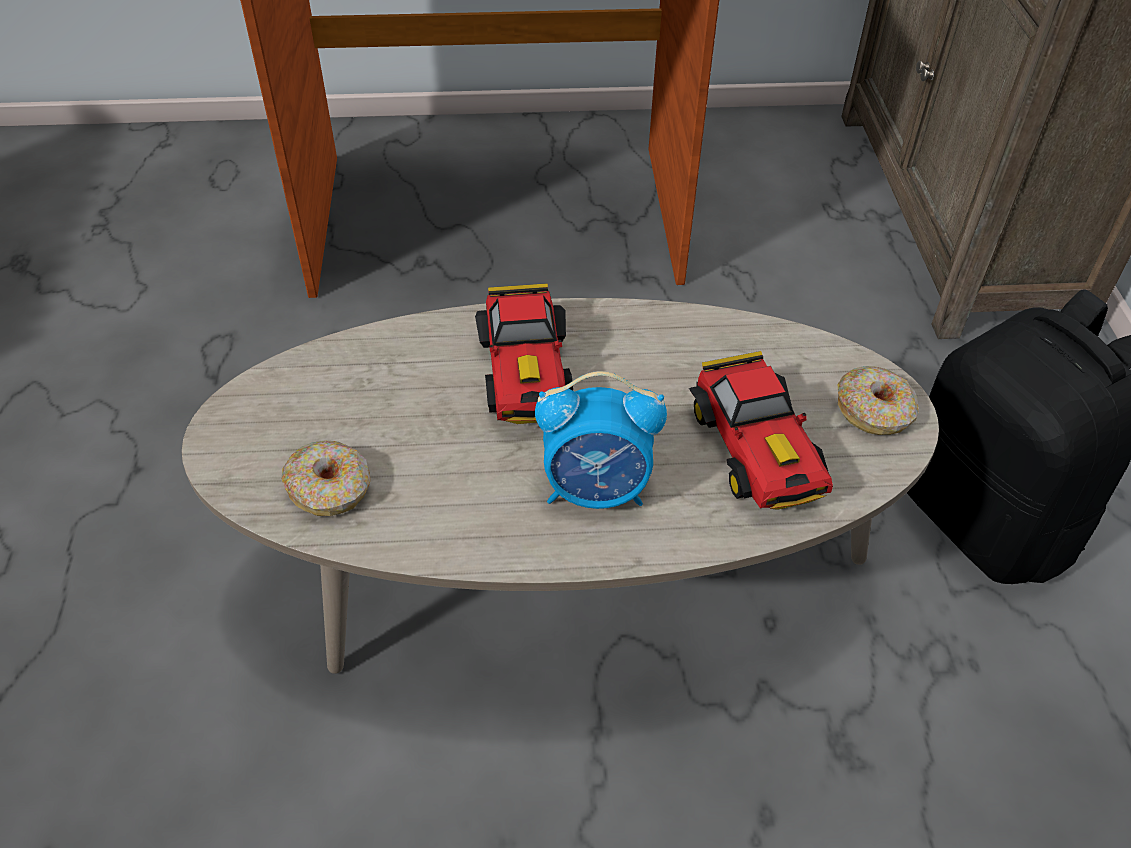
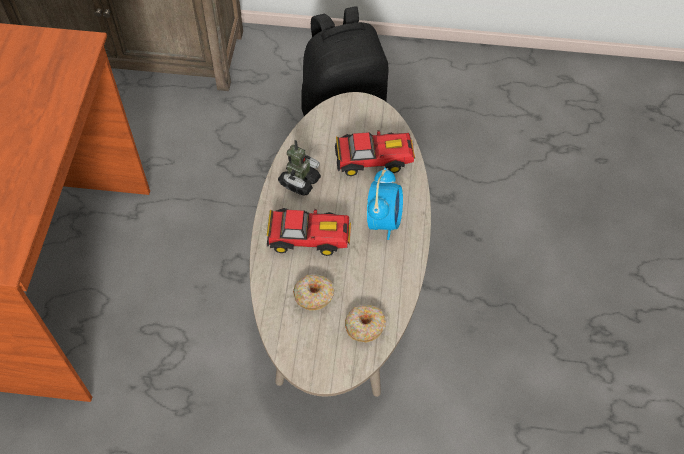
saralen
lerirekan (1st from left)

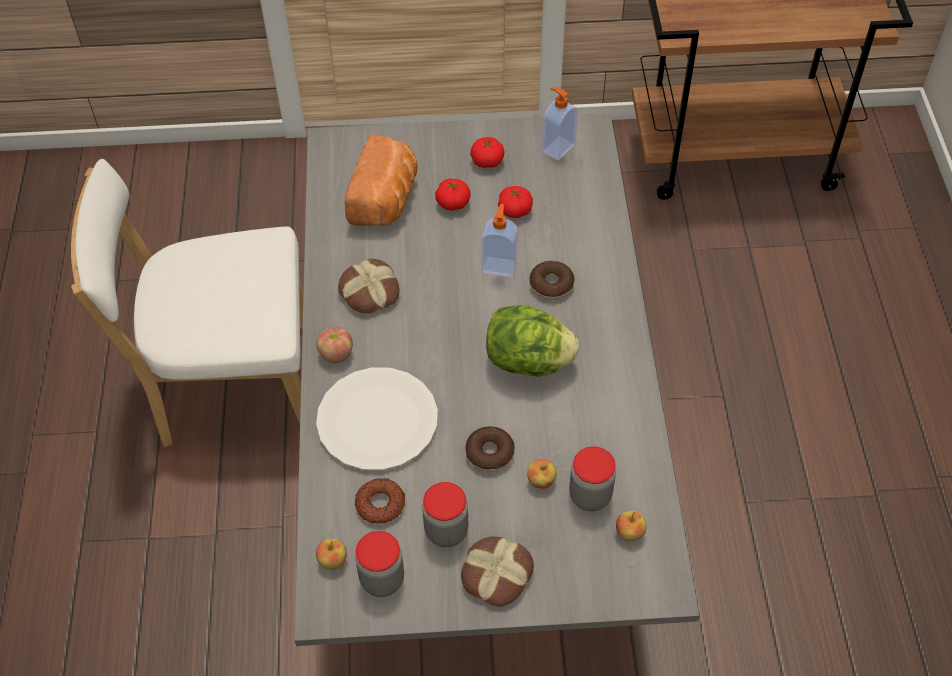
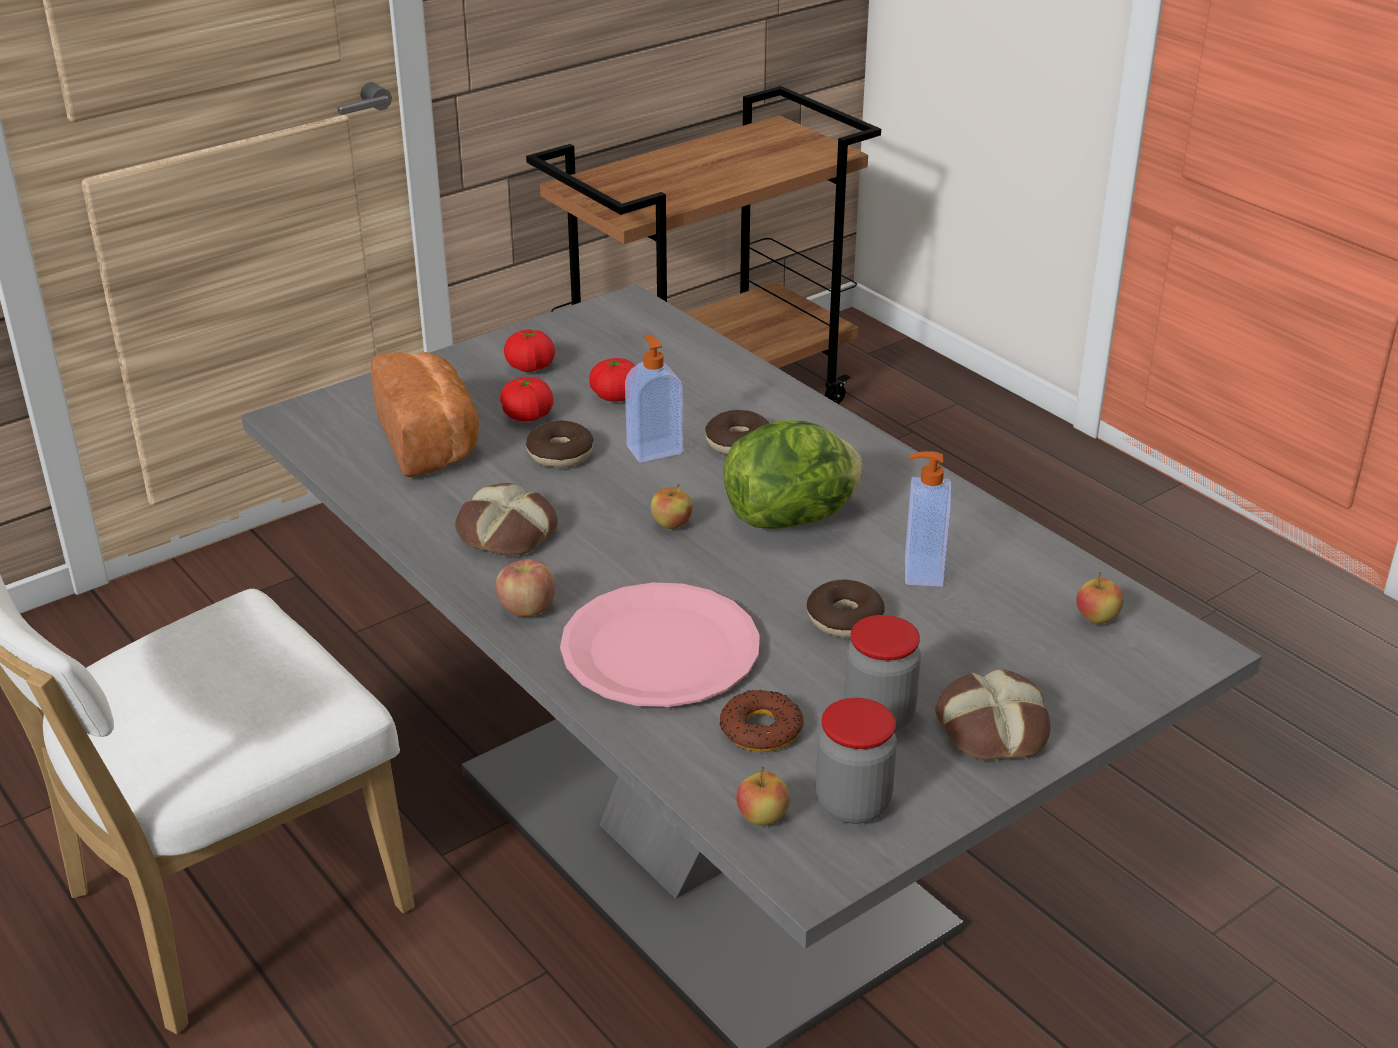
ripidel (3rd from left in the first image)
lerirekan (1st from left)
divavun (2nd from left)
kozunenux (2nd from left)
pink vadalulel

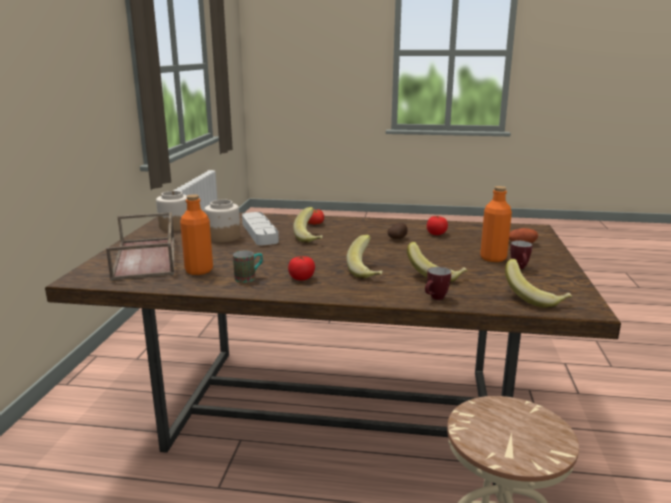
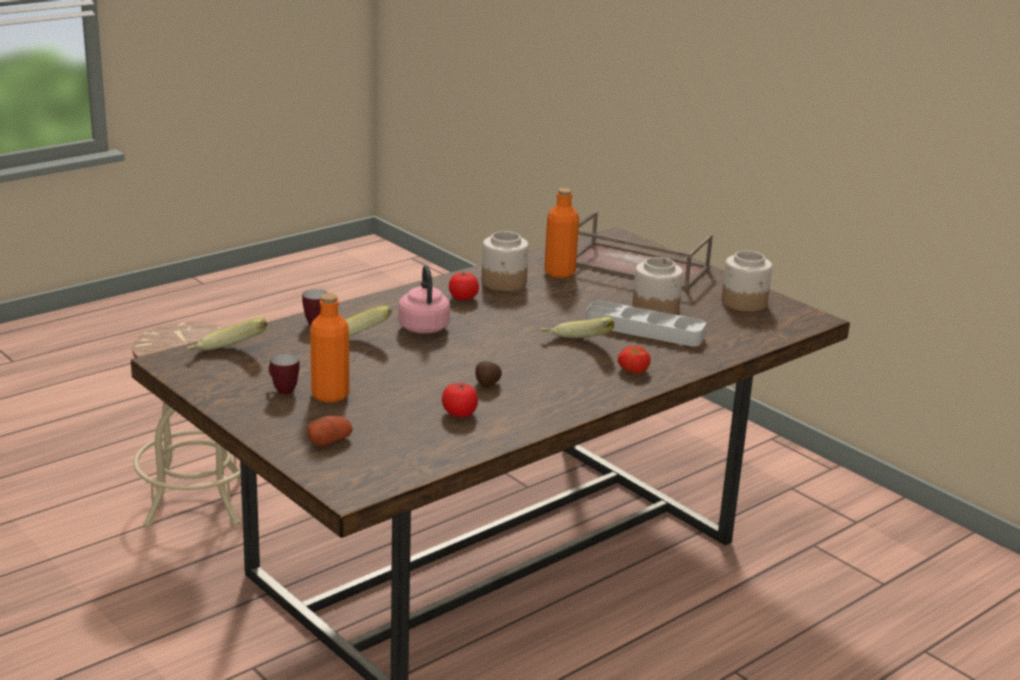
ripidel (1st from left)
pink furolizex

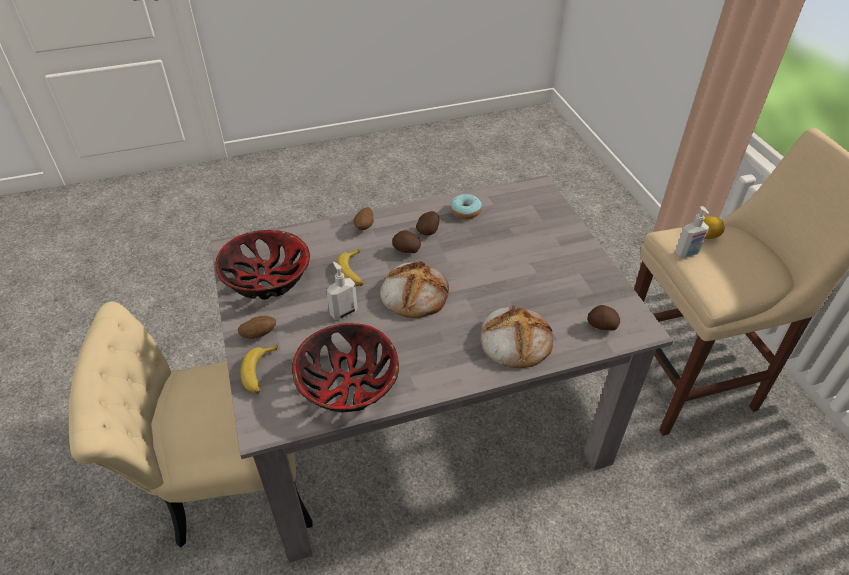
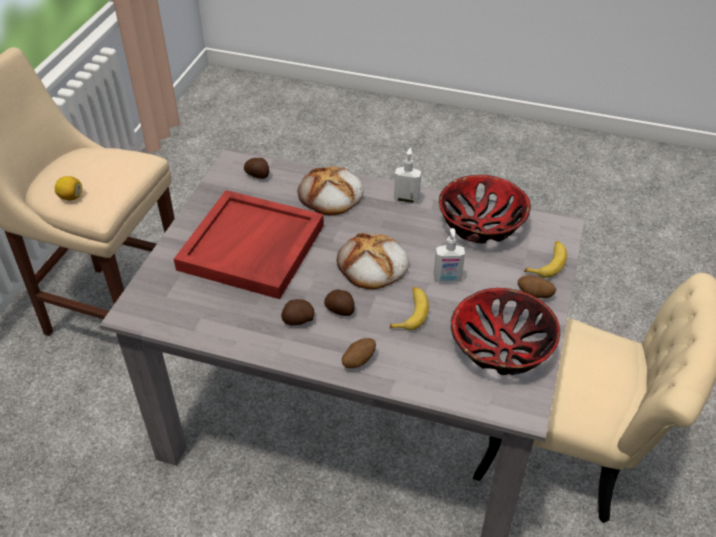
lerirekan
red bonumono
kozunenux (1st from left)

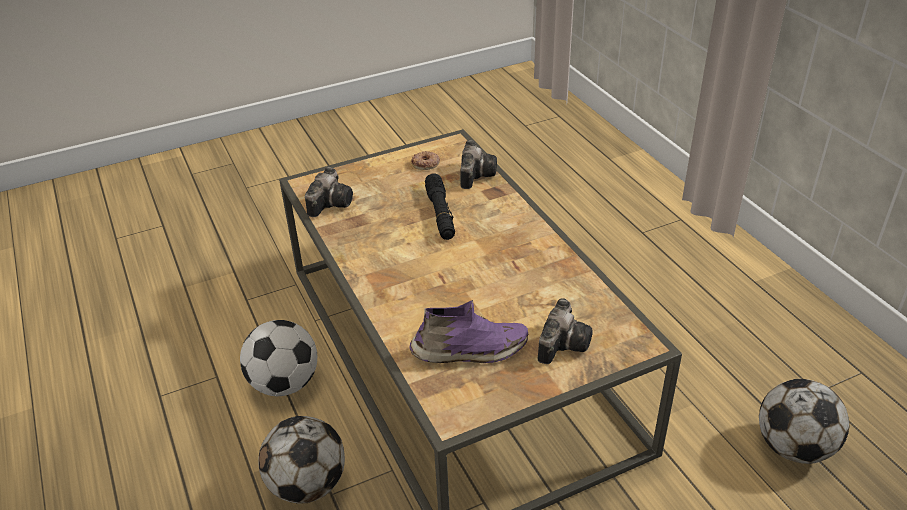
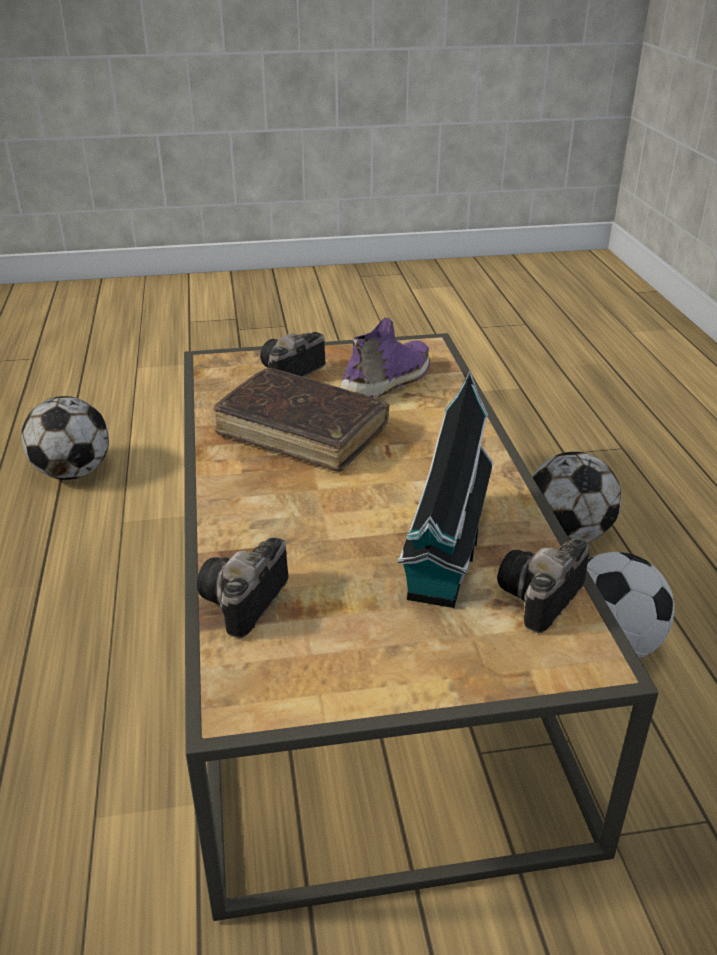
lerirekan
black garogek
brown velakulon
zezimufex
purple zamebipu

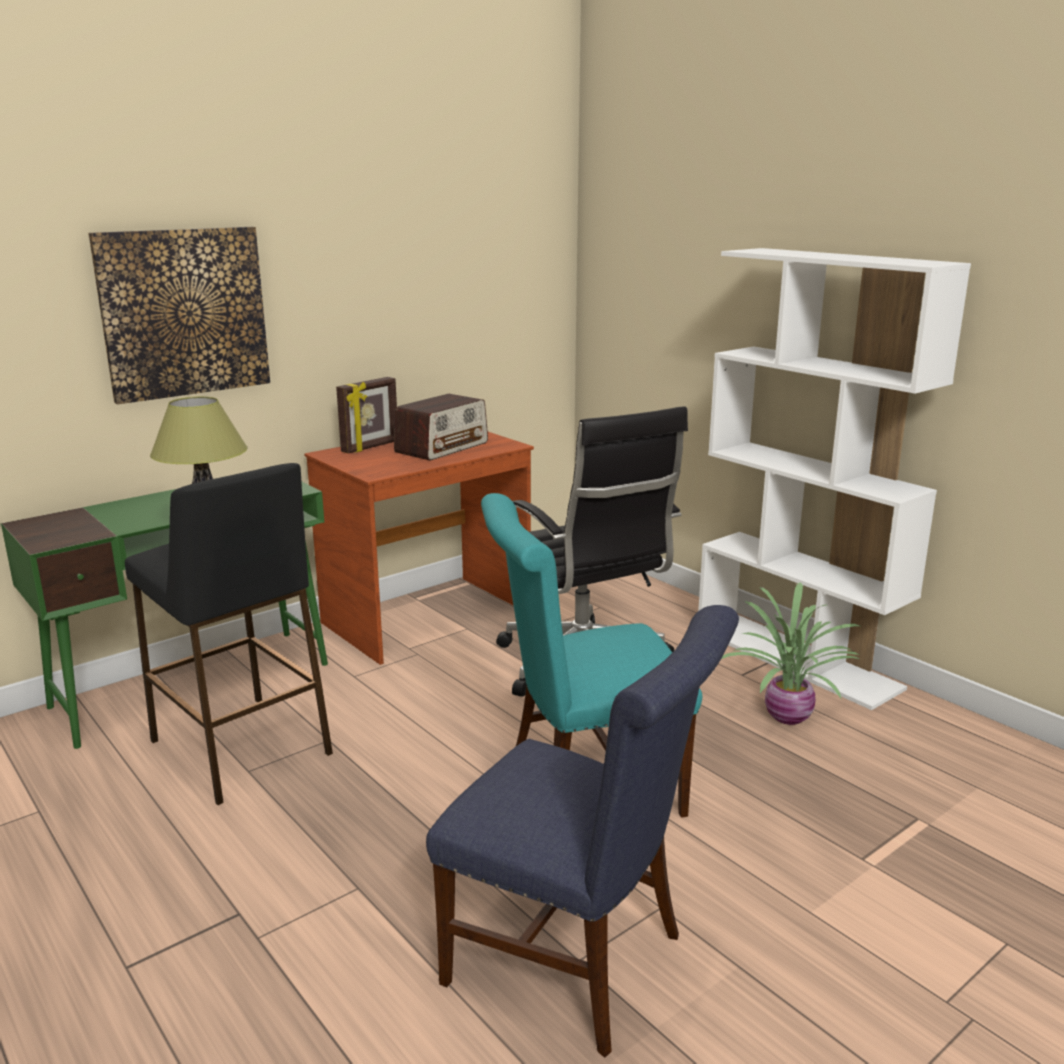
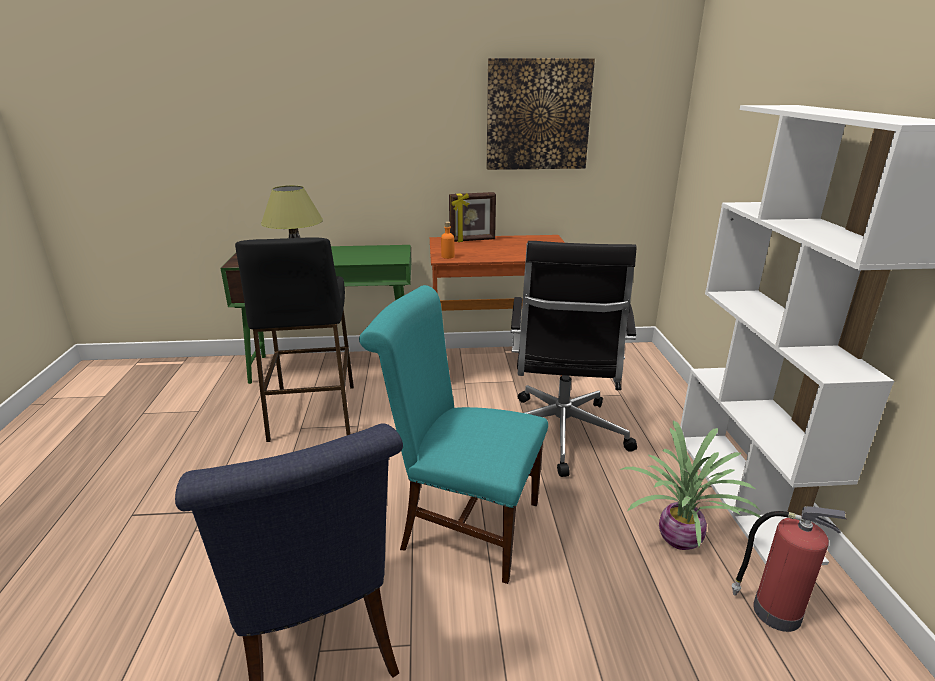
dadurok
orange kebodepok
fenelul
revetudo

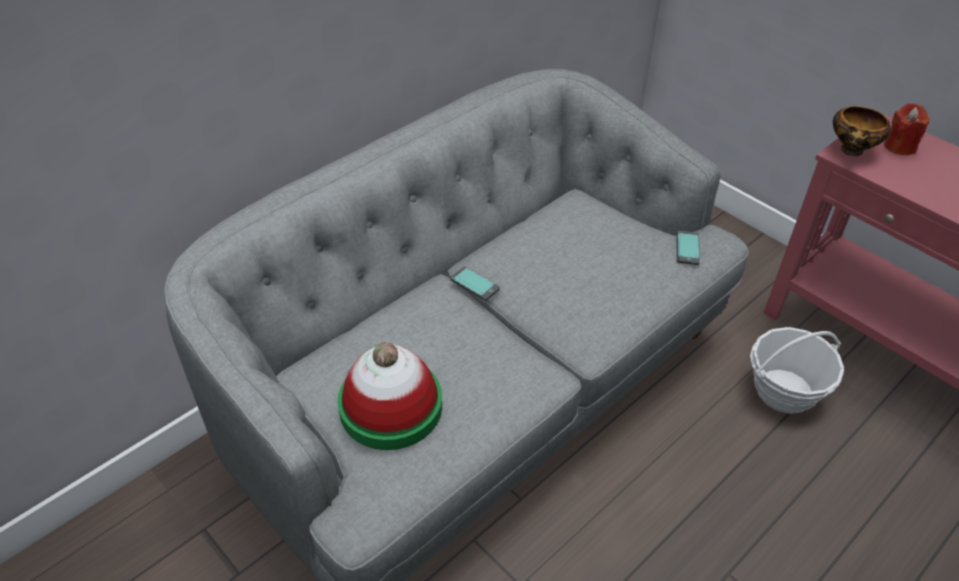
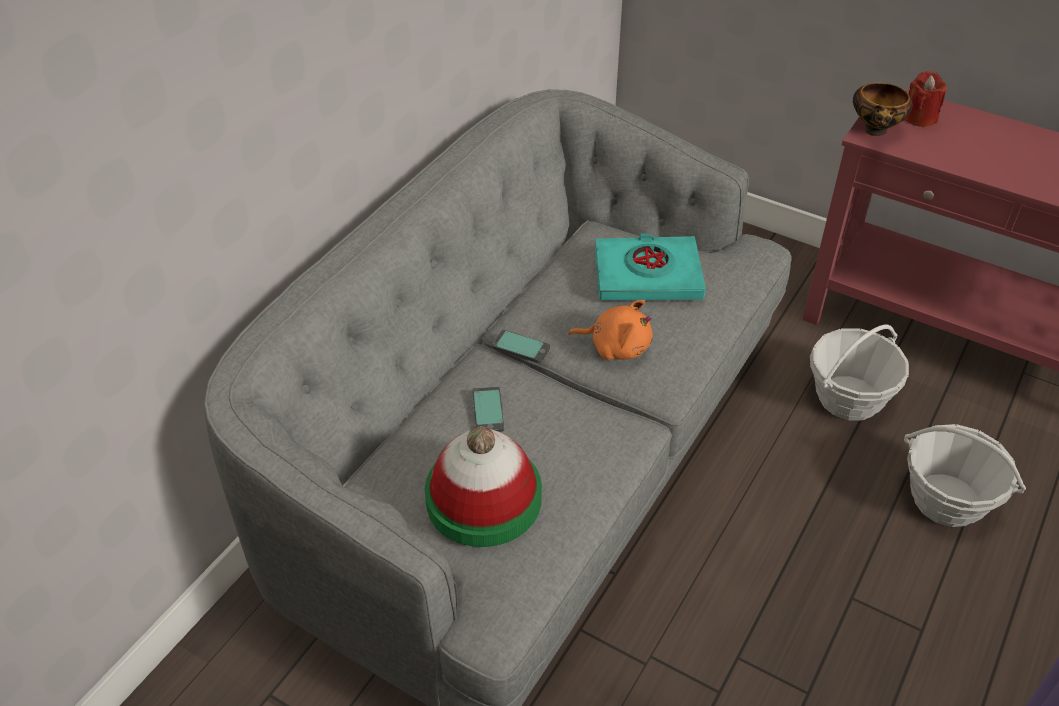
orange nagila
turquoise velakulon
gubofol (2nd from left)
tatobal (1st from left)

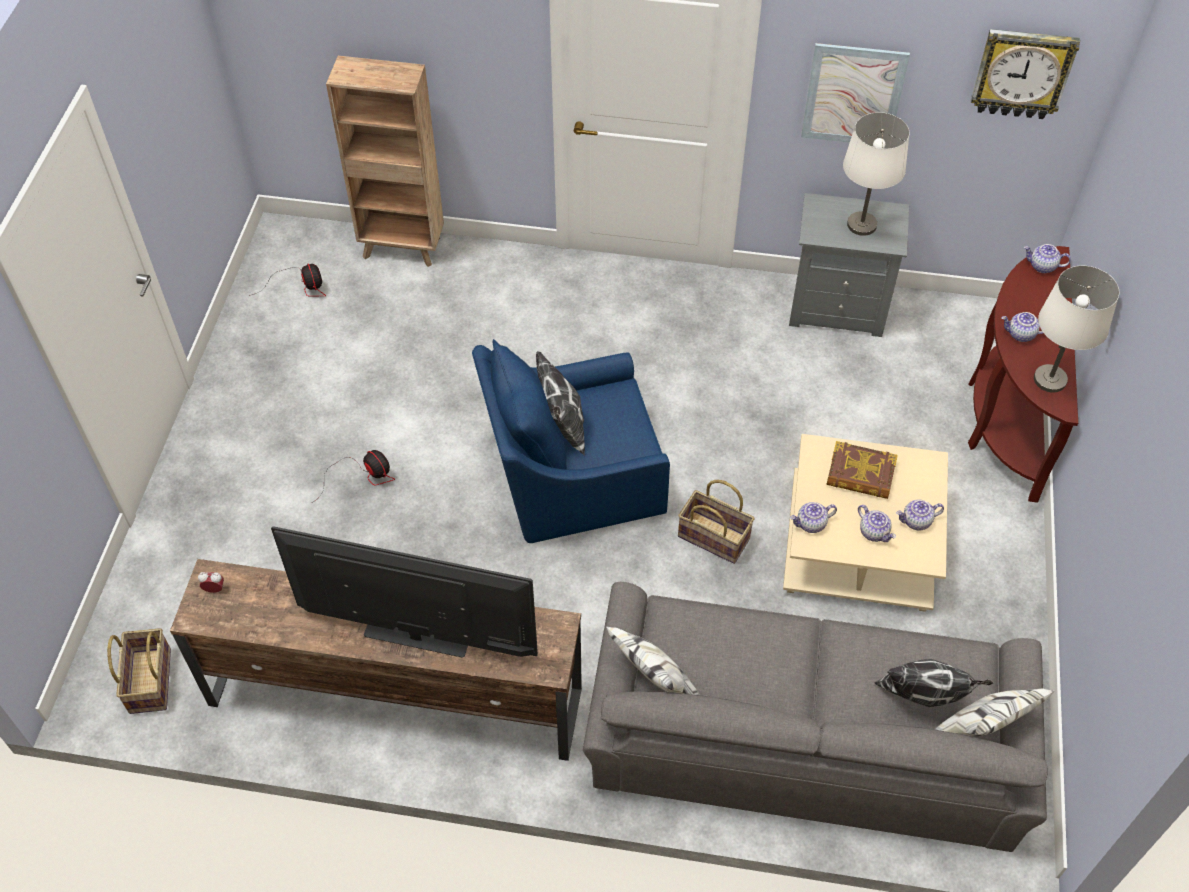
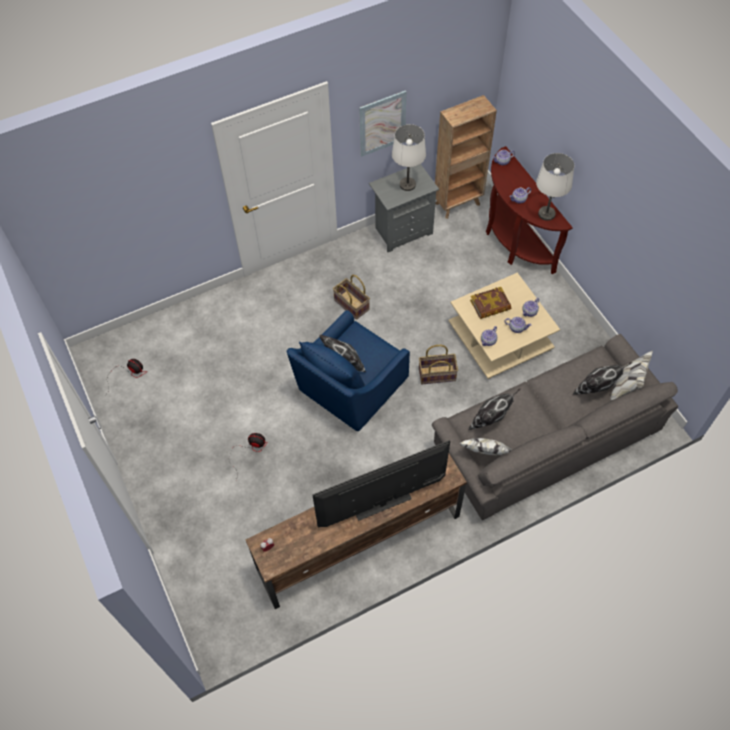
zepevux
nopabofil (2nd from left)
gubofol (1st from left)
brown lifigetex

